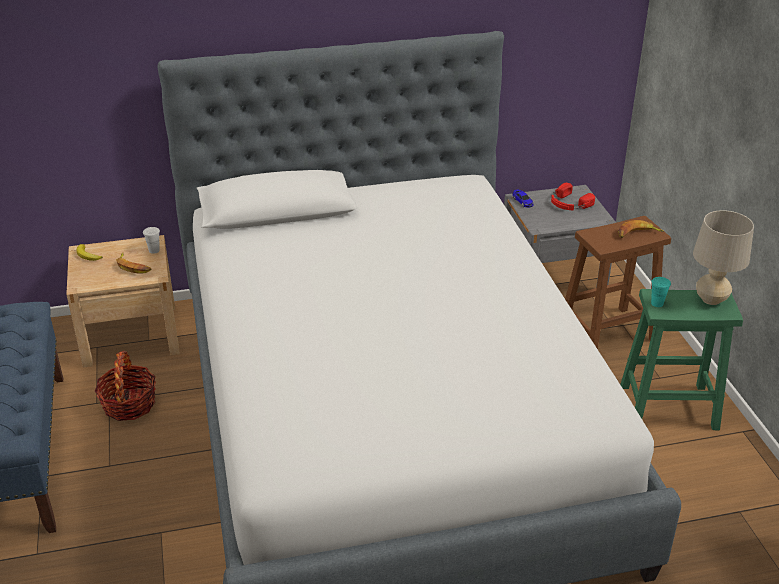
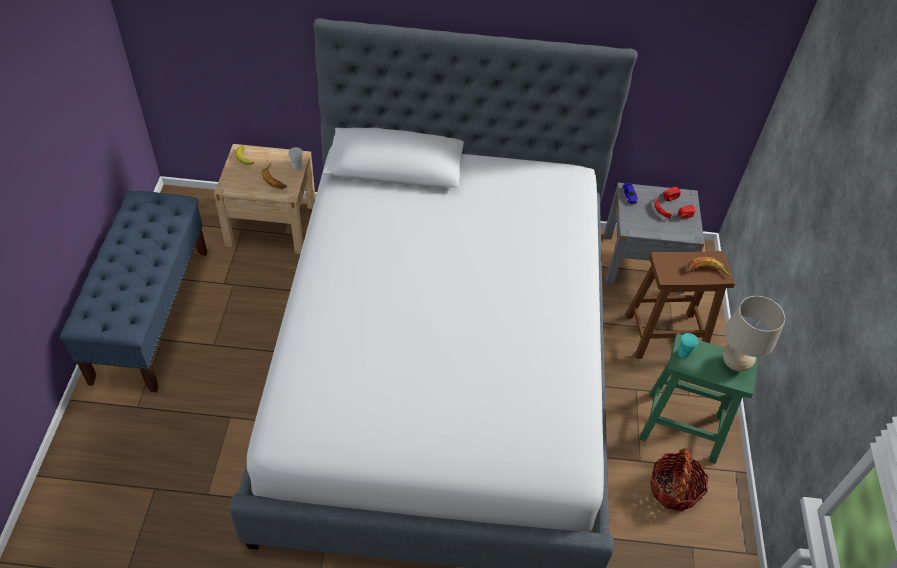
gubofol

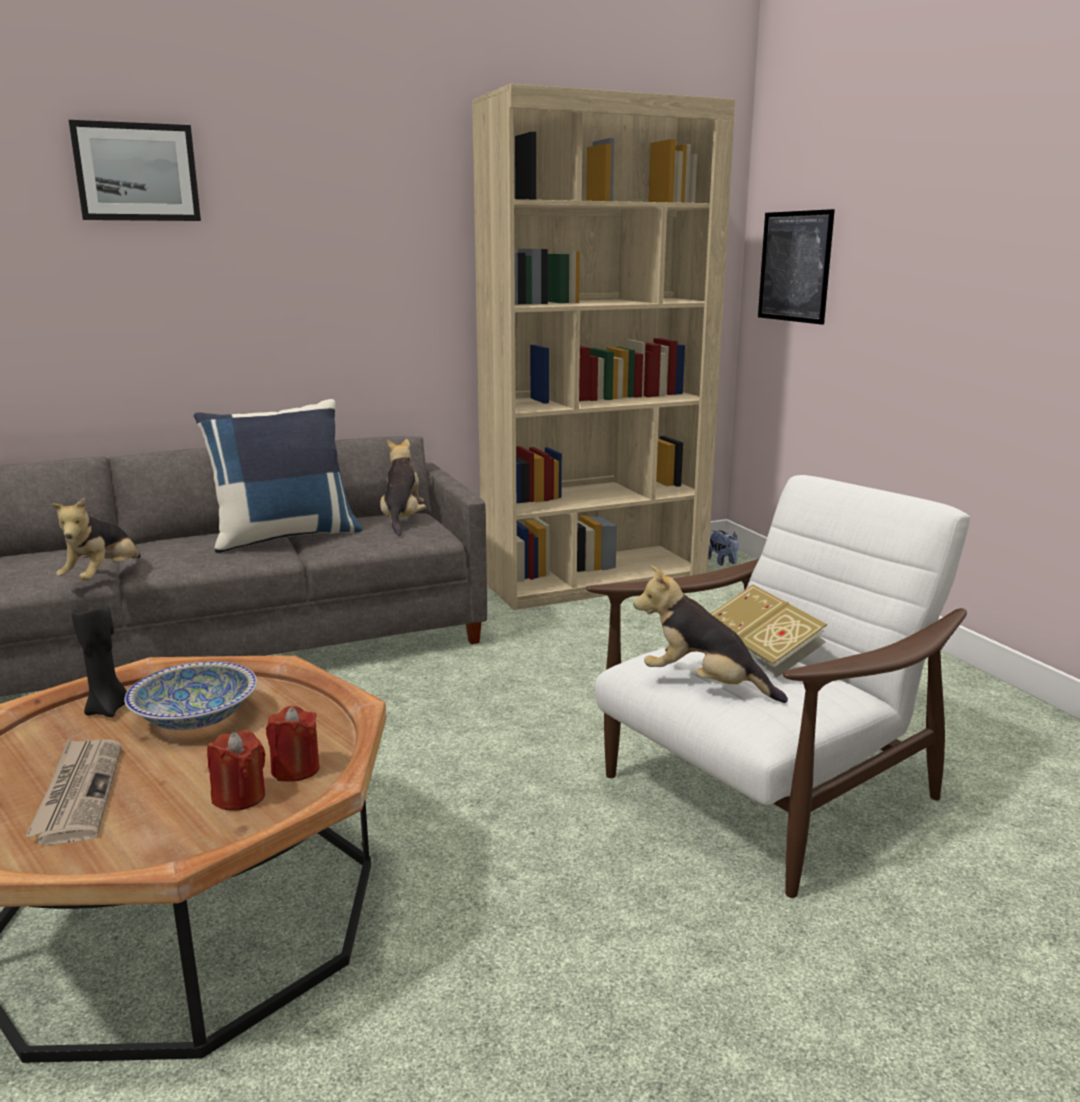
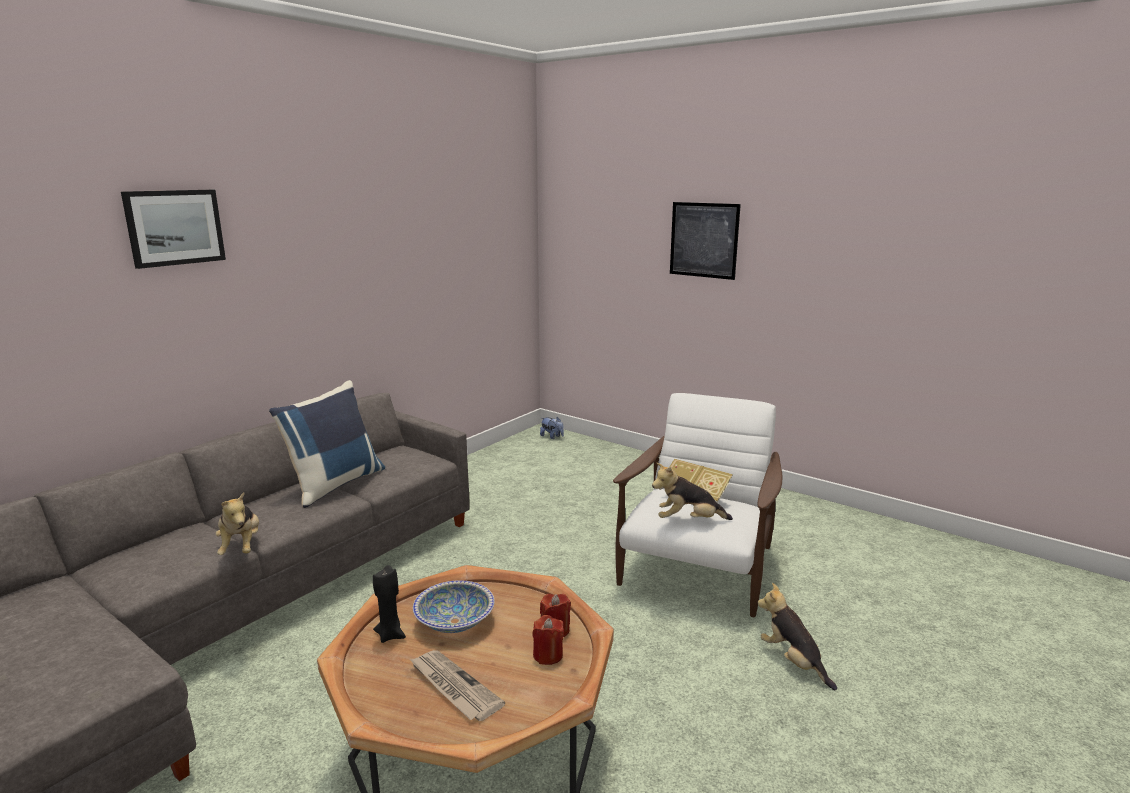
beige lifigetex
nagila (4th from left)
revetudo (2nd from left)

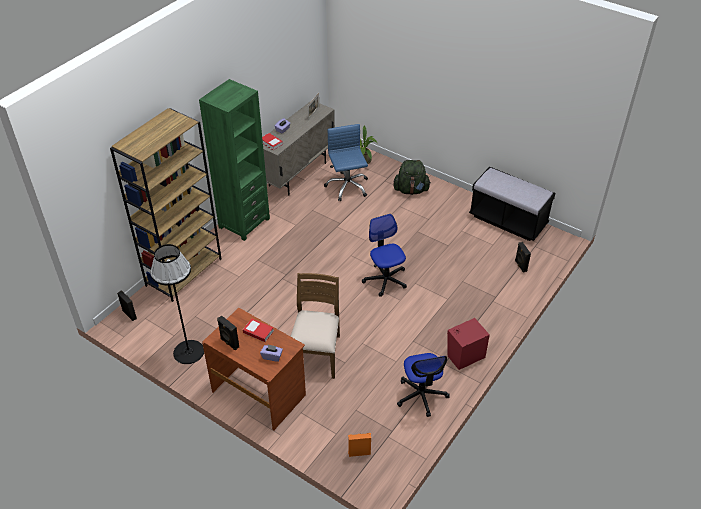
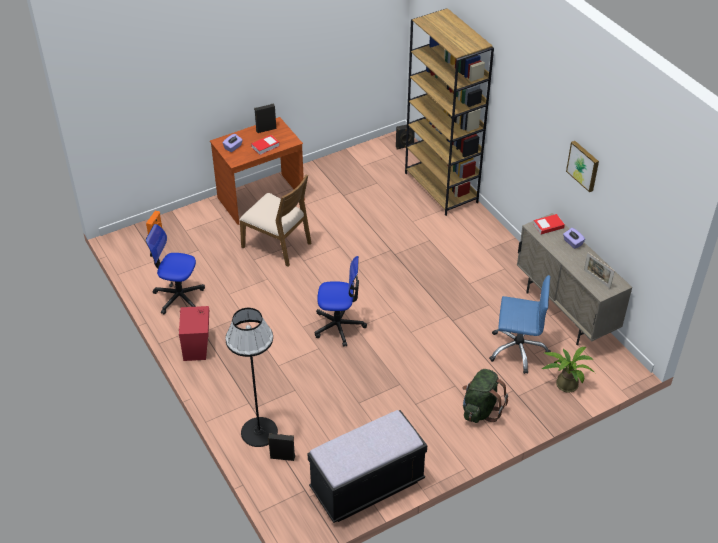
green lifigetex
revetudo
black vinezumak

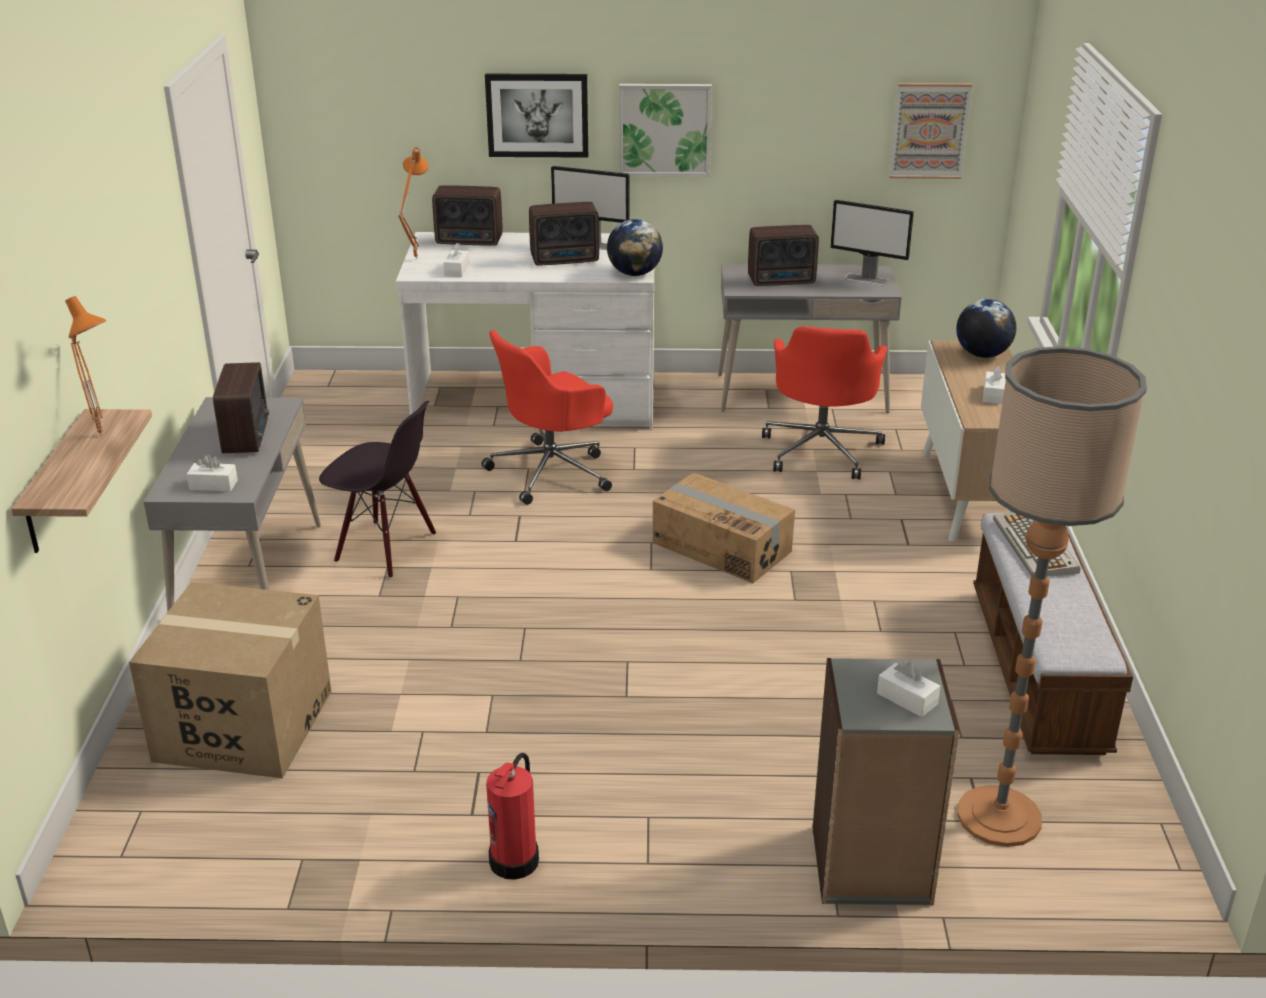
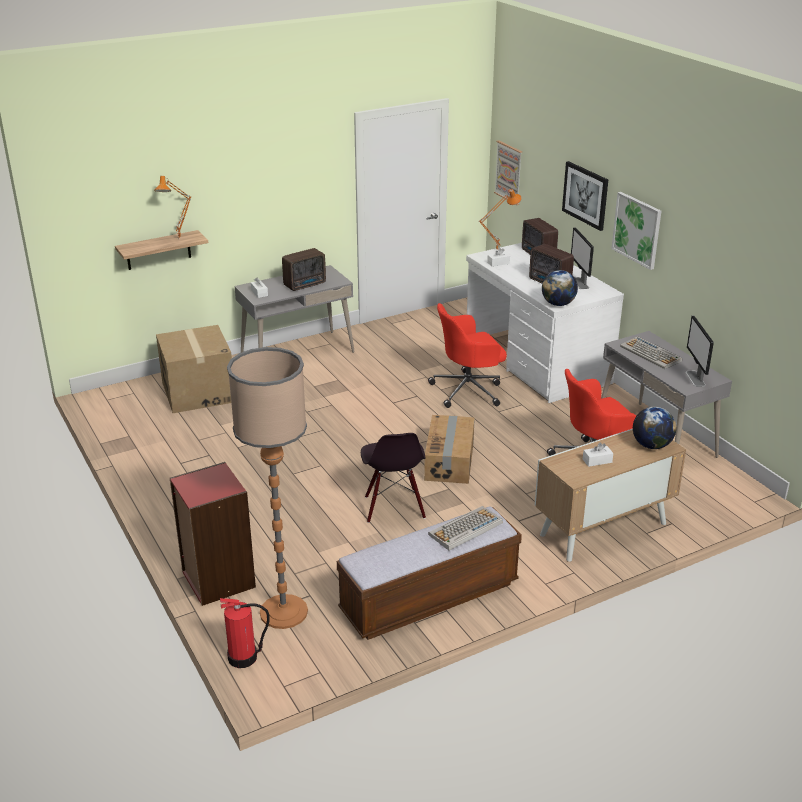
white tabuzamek (3rd from left in the first image)
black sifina
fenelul
revetudo (1st from left)
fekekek (2nd from left)
red lifigetex
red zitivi (1st from left)

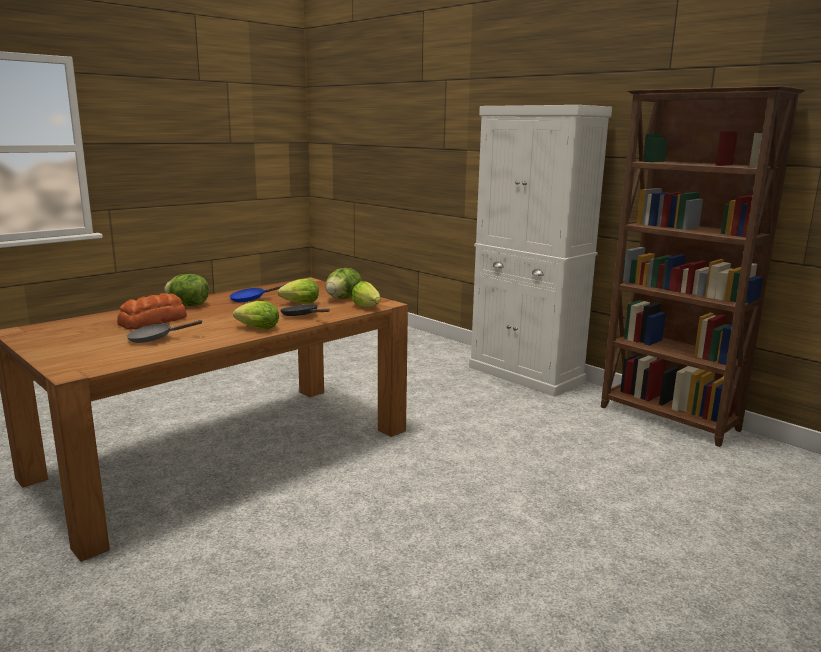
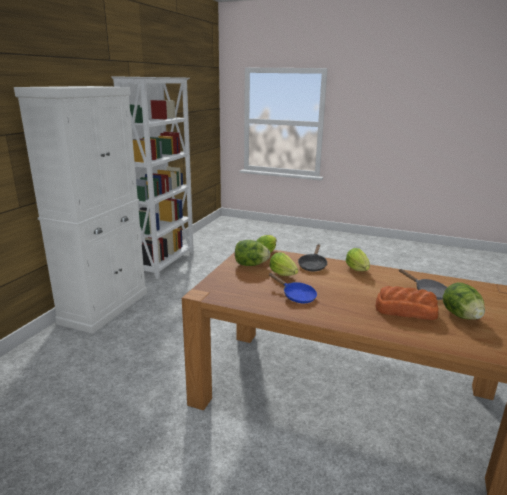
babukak (5th from left)
white lifigetex

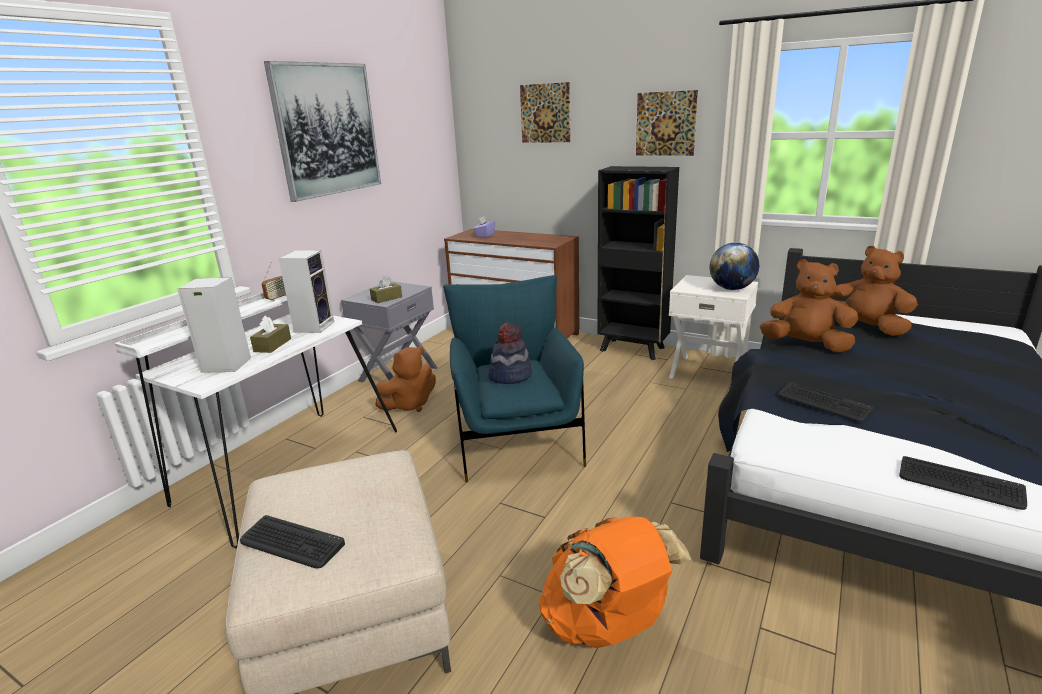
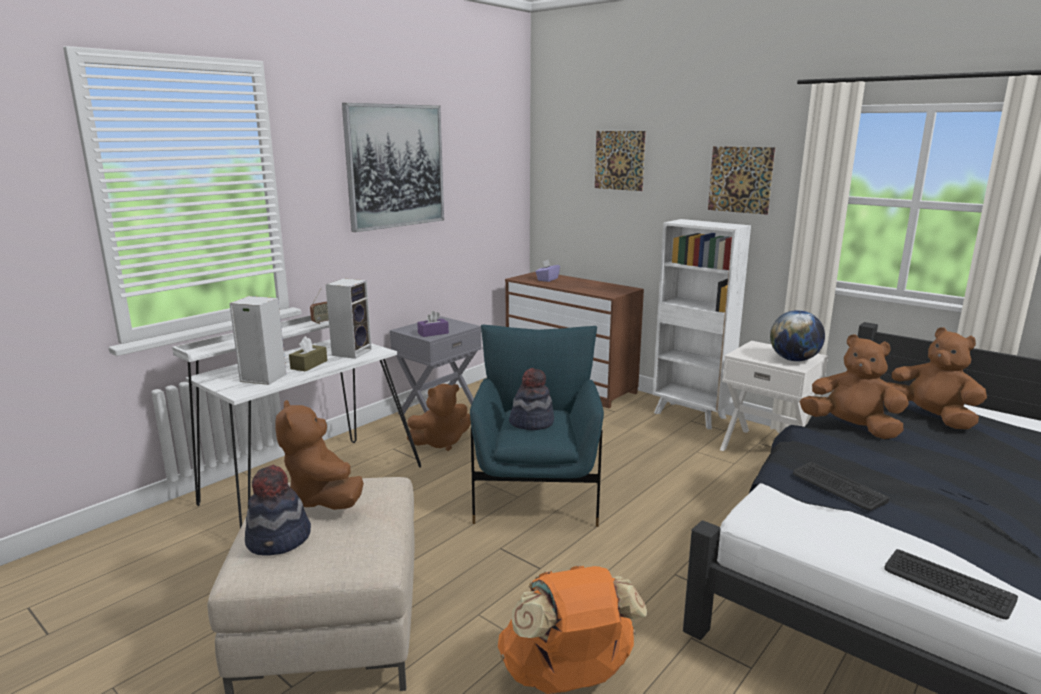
brown nagila (1st from left)
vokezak (1st from left)
purple tabuzamek (1st from left)
white lifigetex

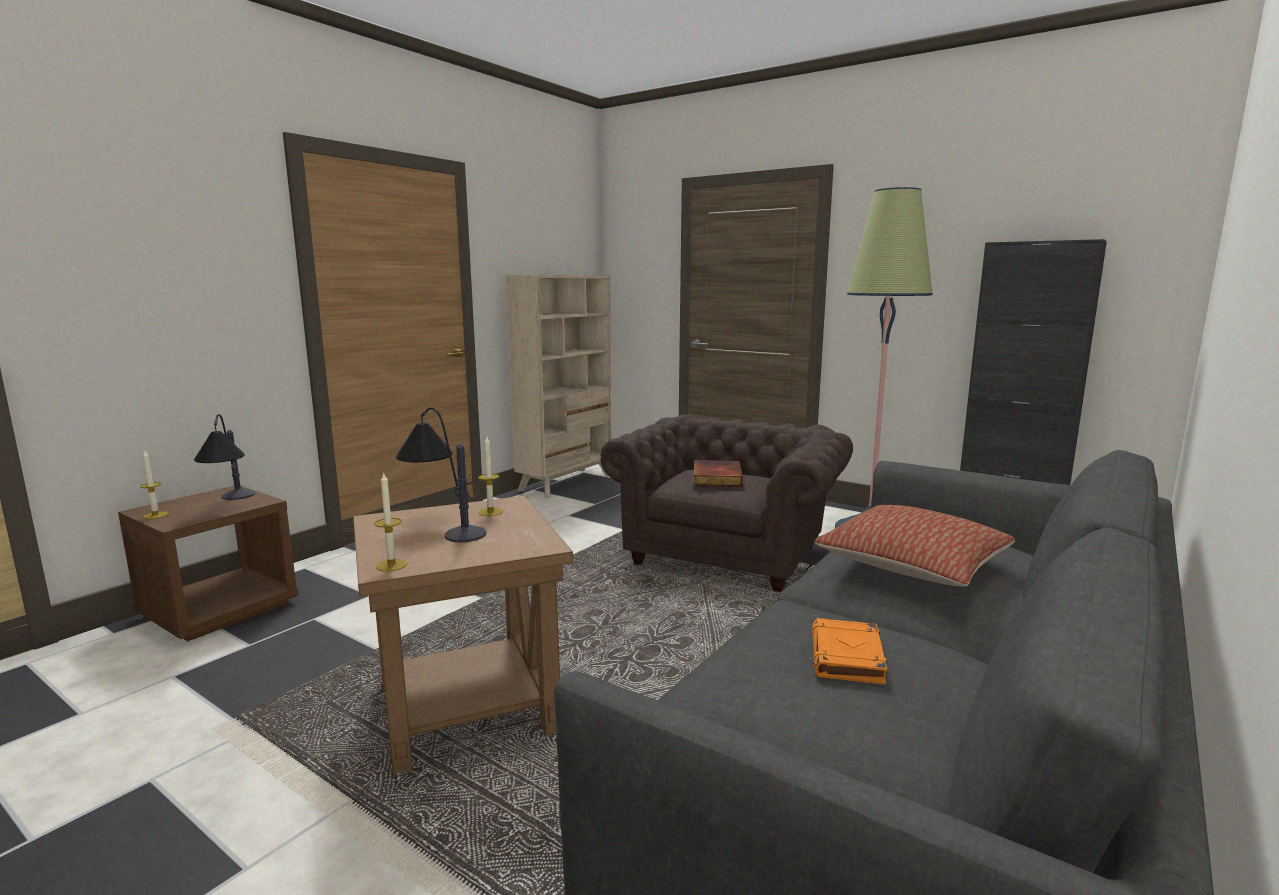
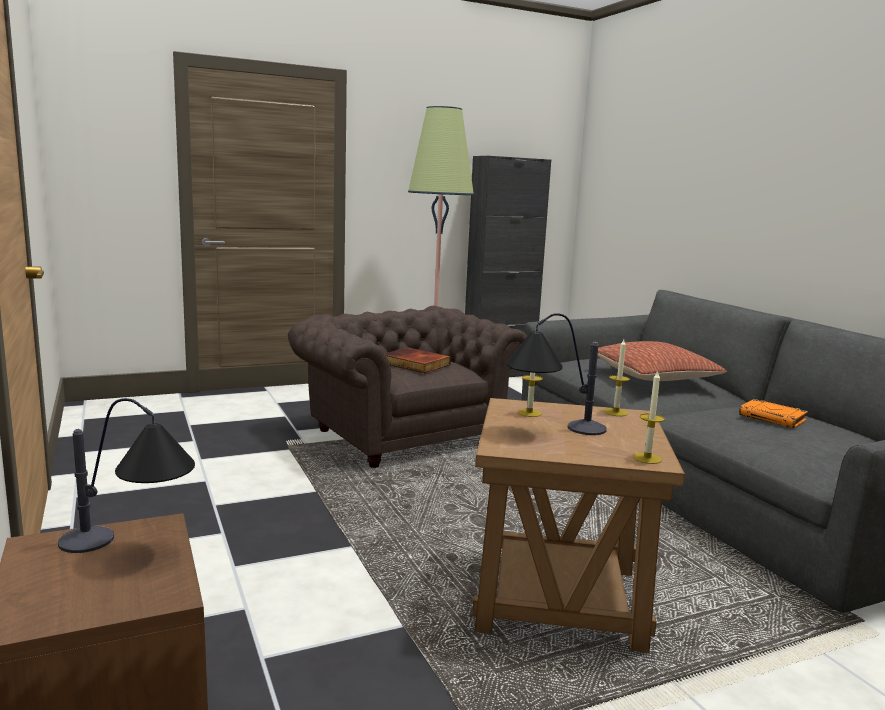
beige lifigetex
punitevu (2nd from left)

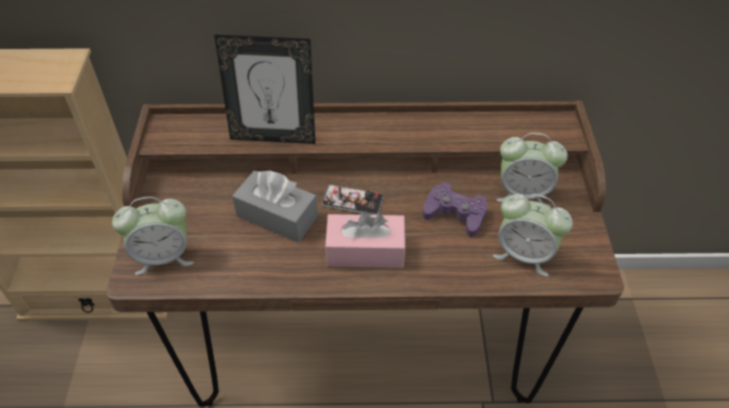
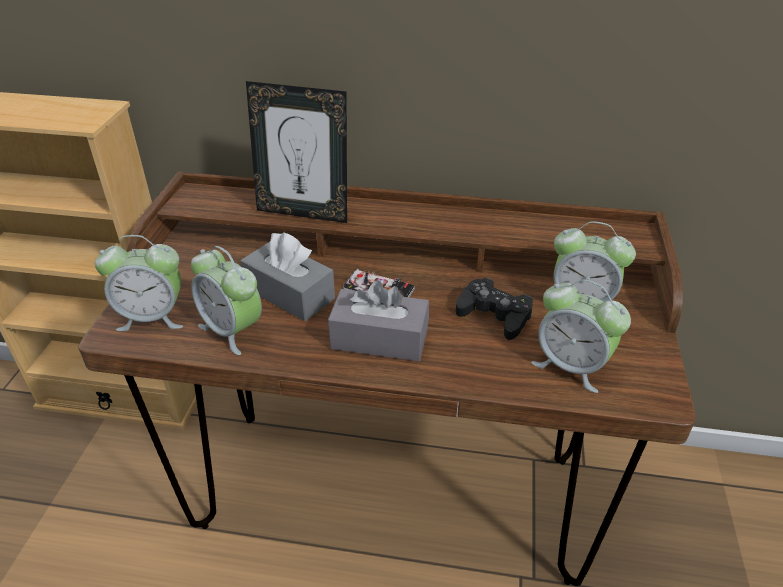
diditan (2nd from left)
grey tabuzamek (2nd from left)
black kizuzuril

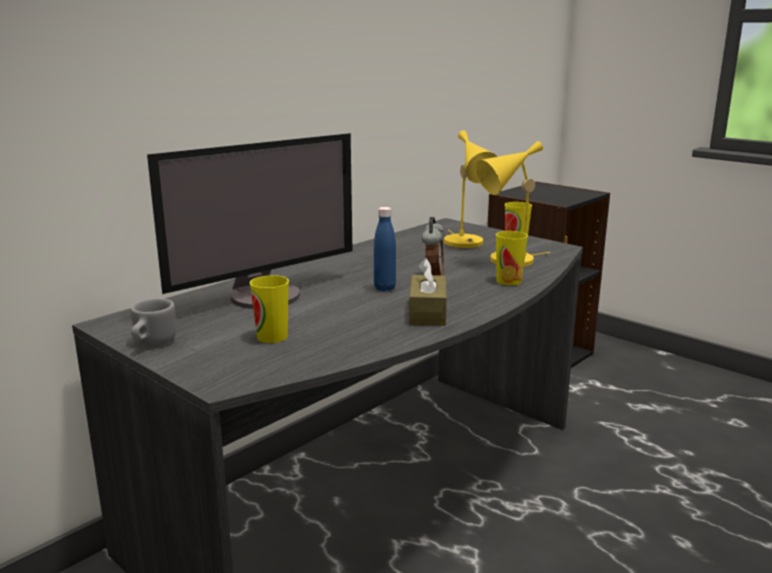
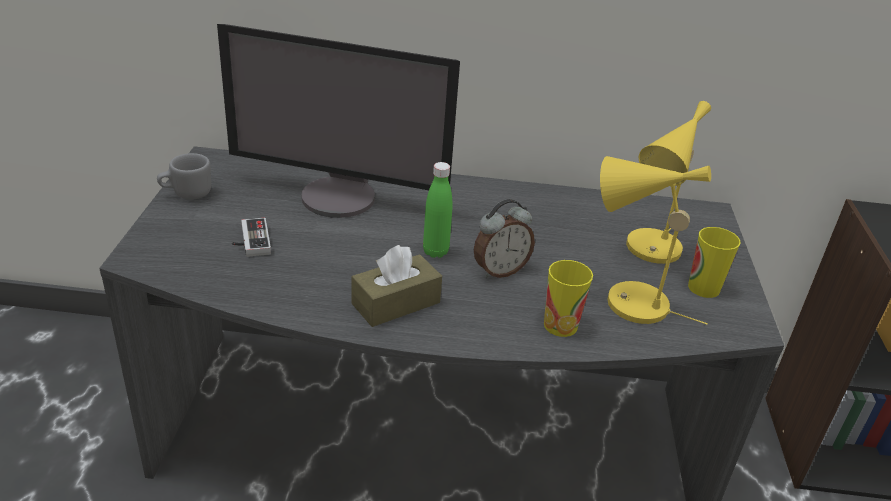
kizuzuril
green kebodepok

